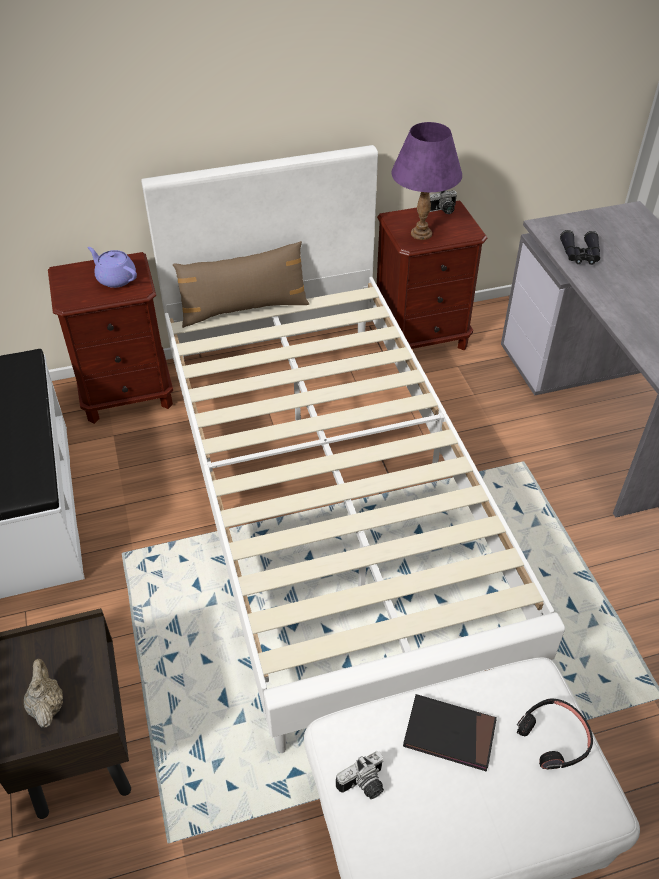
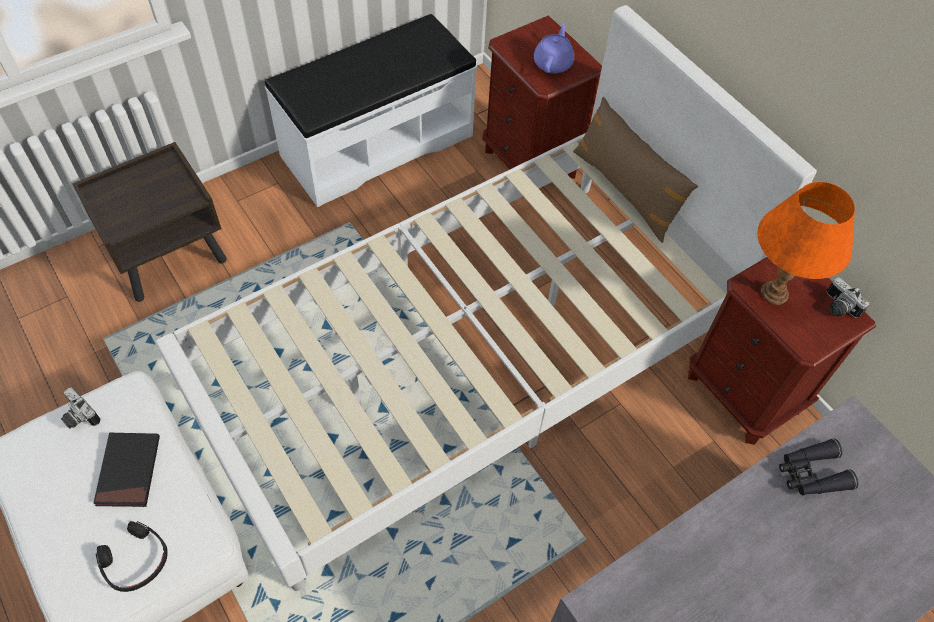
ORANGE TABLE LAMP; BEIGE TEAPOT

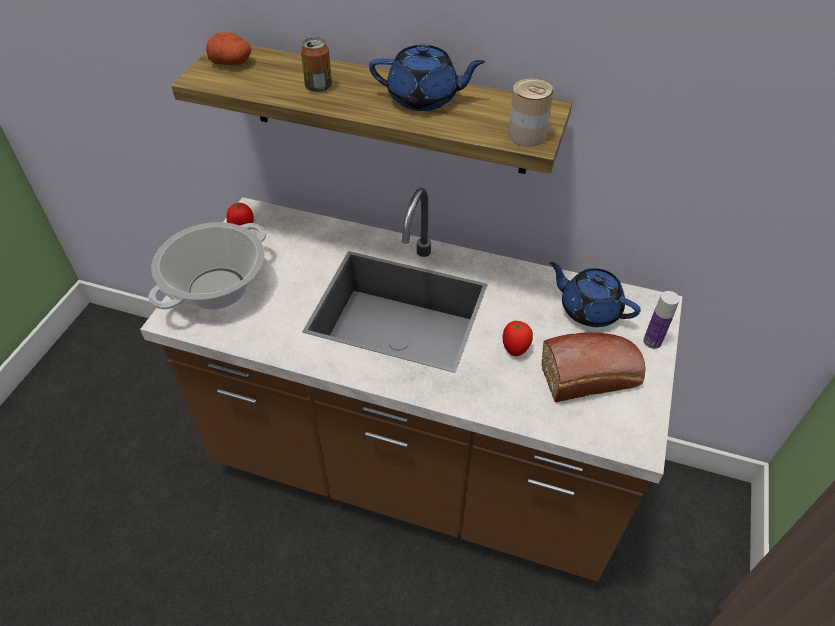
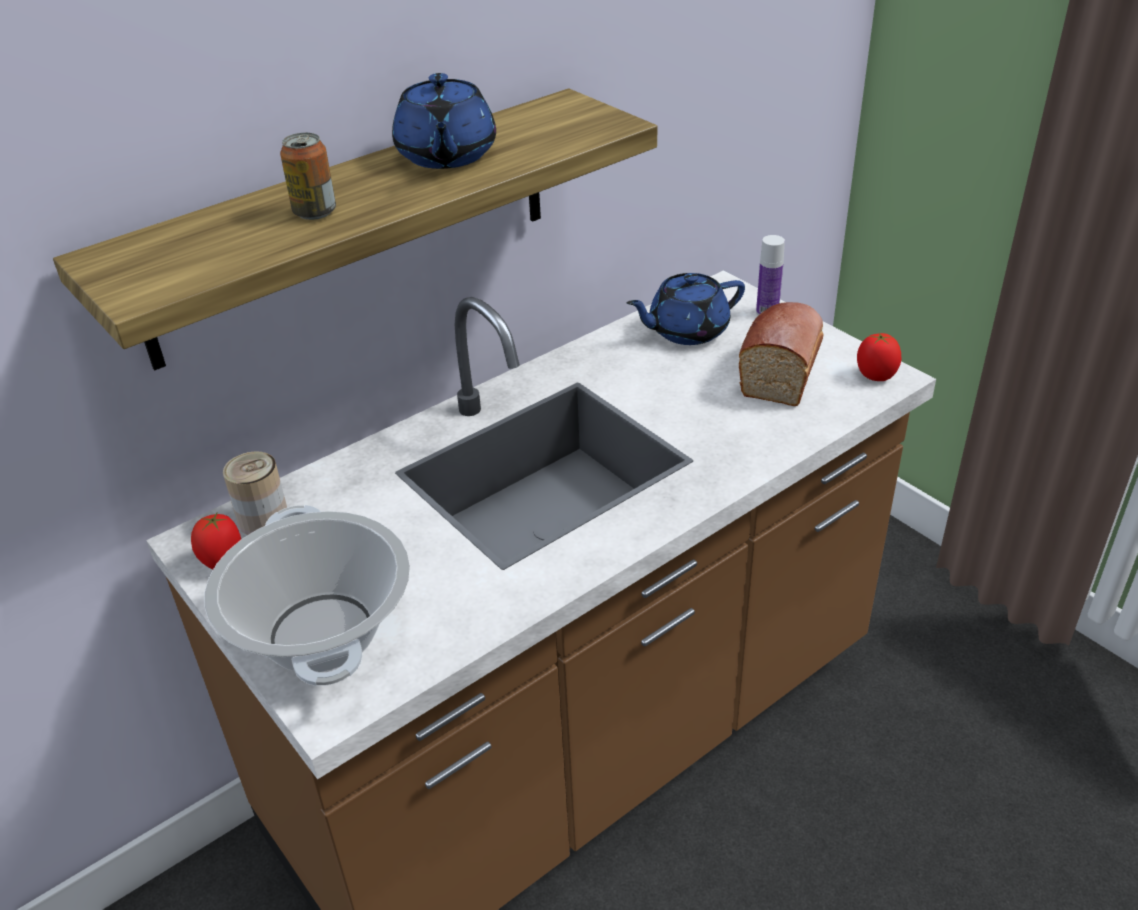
POTATO; BLUE TEAPOT (no. 1 from left); CAN (no. 1 from left); TOMATO (no. 2 from left)

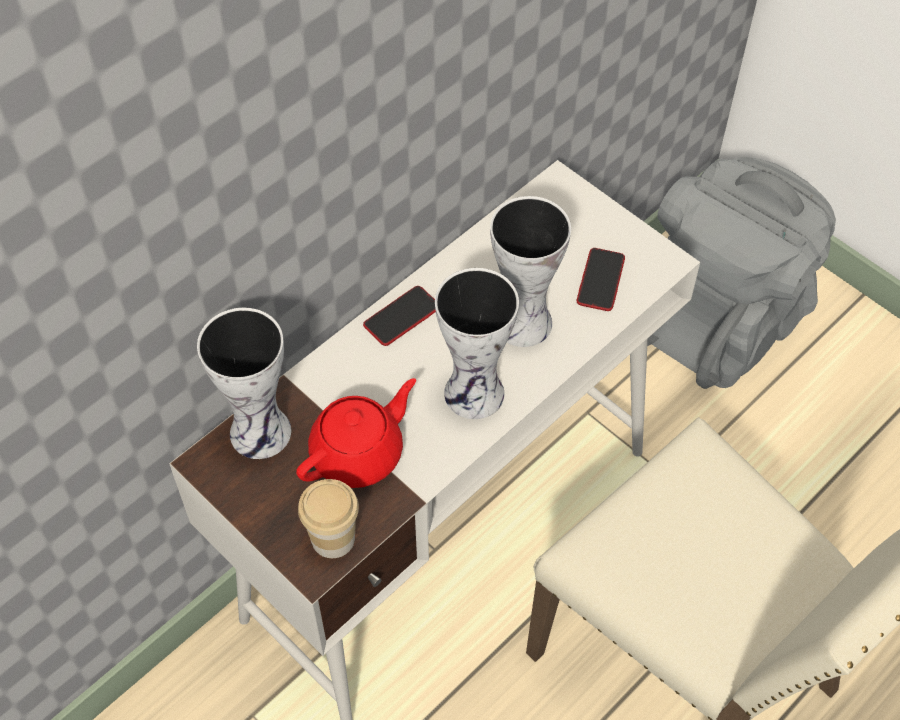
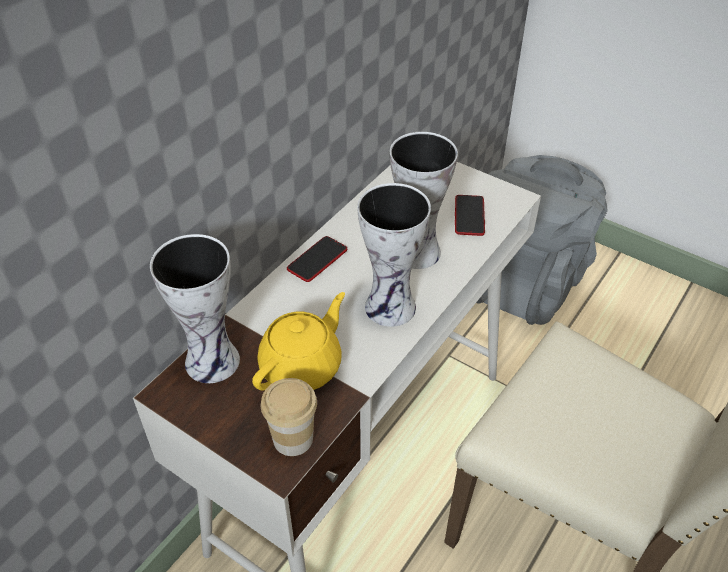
YELLOW TEAPOT

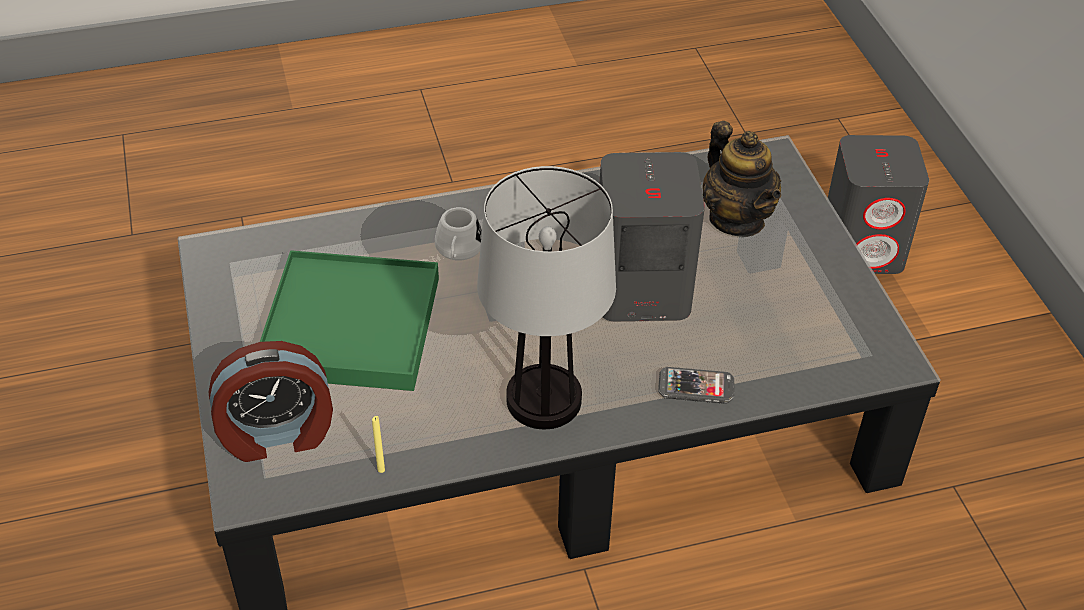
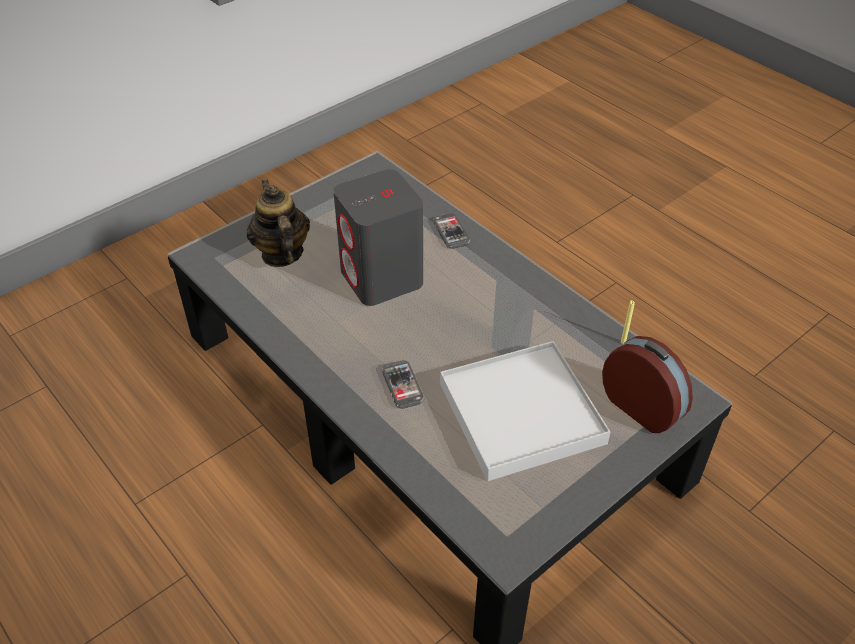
TEAPOT; GREY SPEAKER (no. 2 from left in the first image); TABLE LAMP; PHONE (no. 1 from left); WHITE TRAY

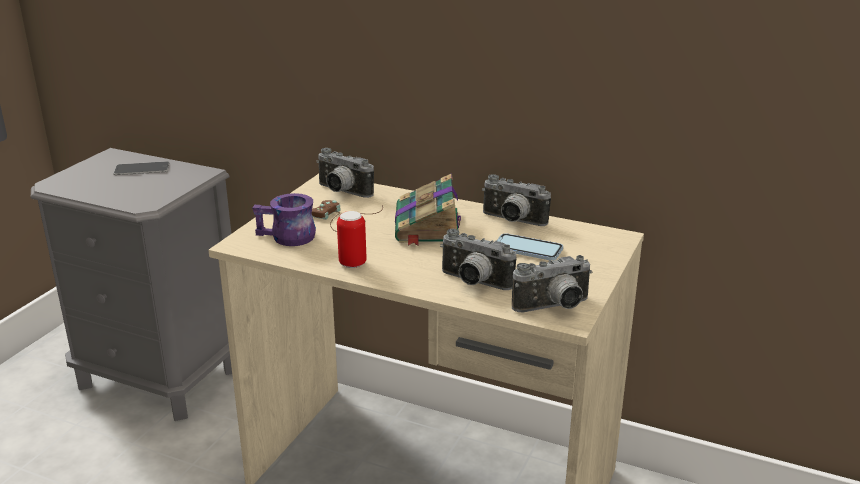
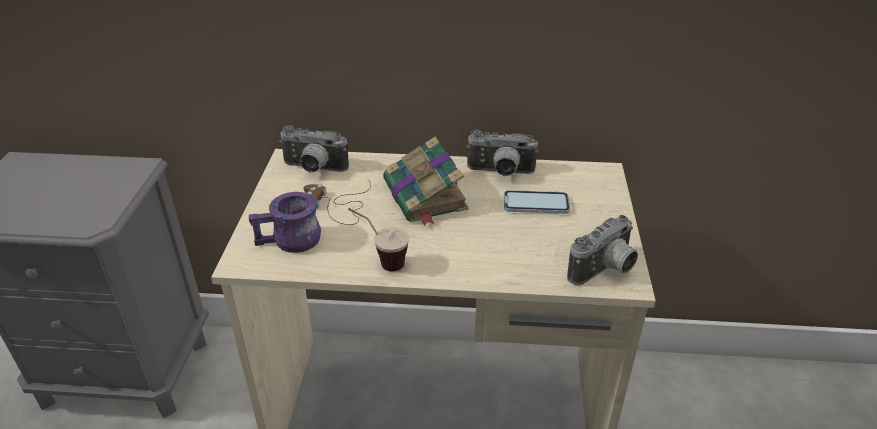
PHONE (no. 1 from left in the first image); CUP; PHOTO CAMERA (no. 2 from left in the first image)

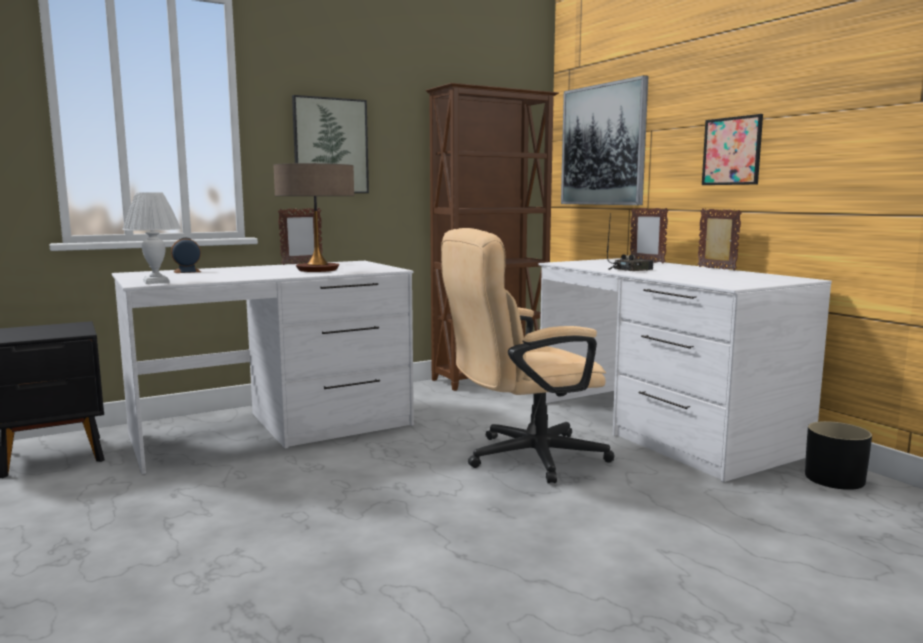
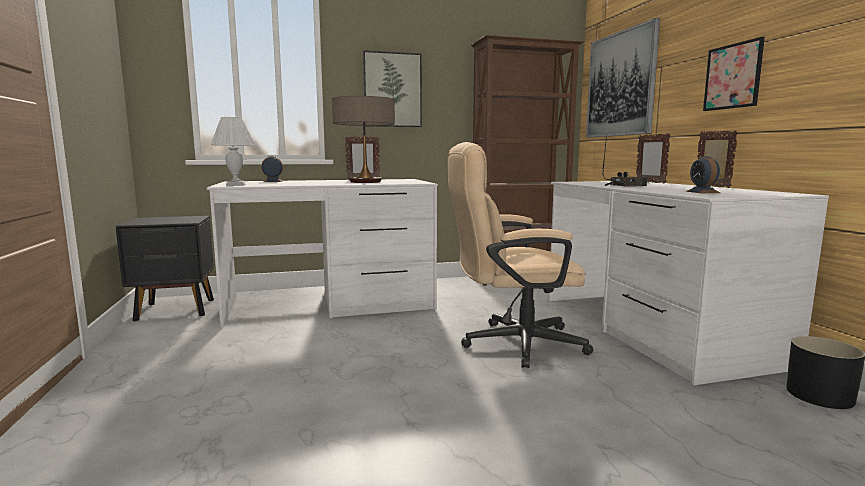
ALARM CLOCK (no. 2 from left)

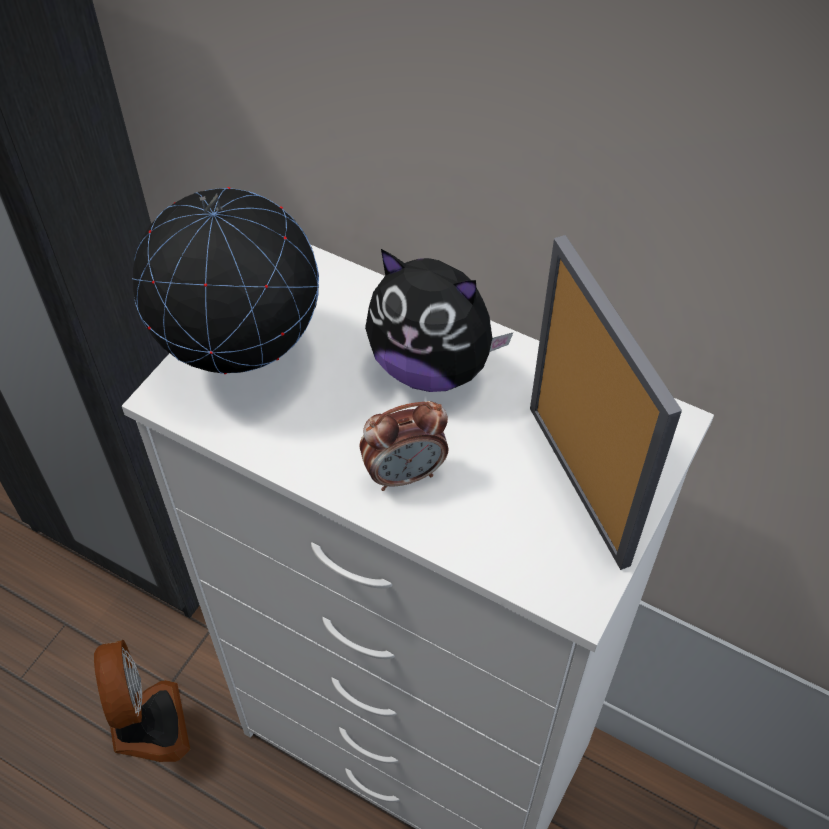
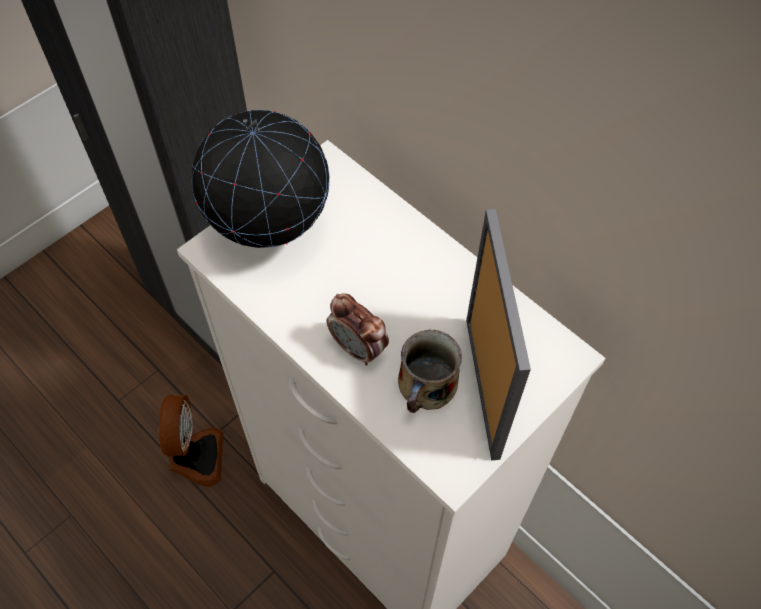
PLUSH TOY; ALARM CLOCK; MUG

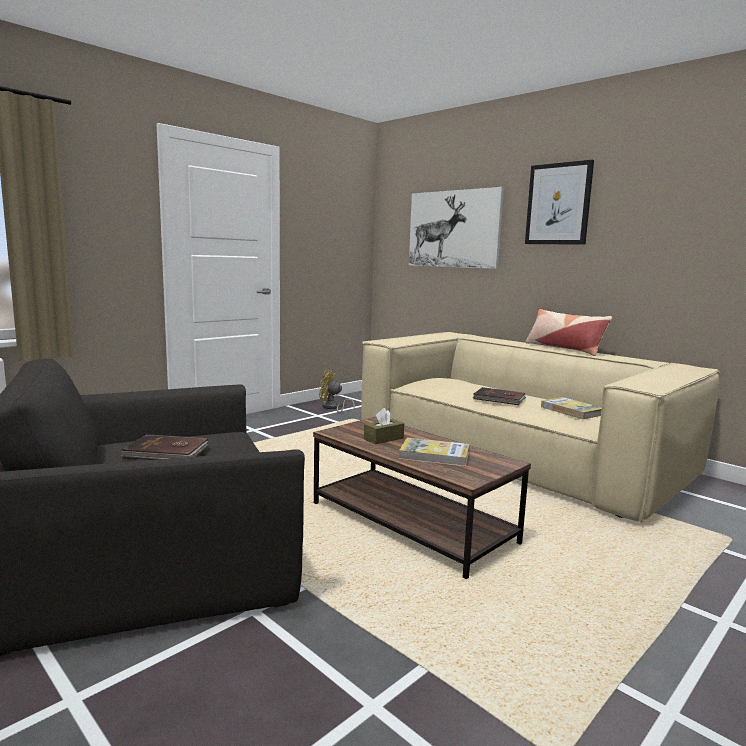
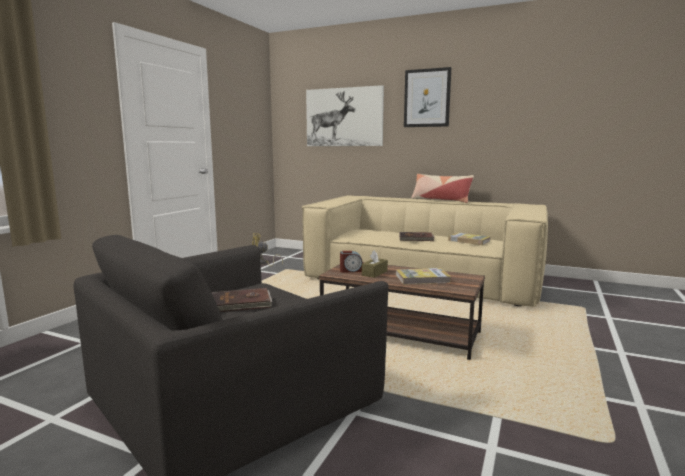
ALARM CLOCK

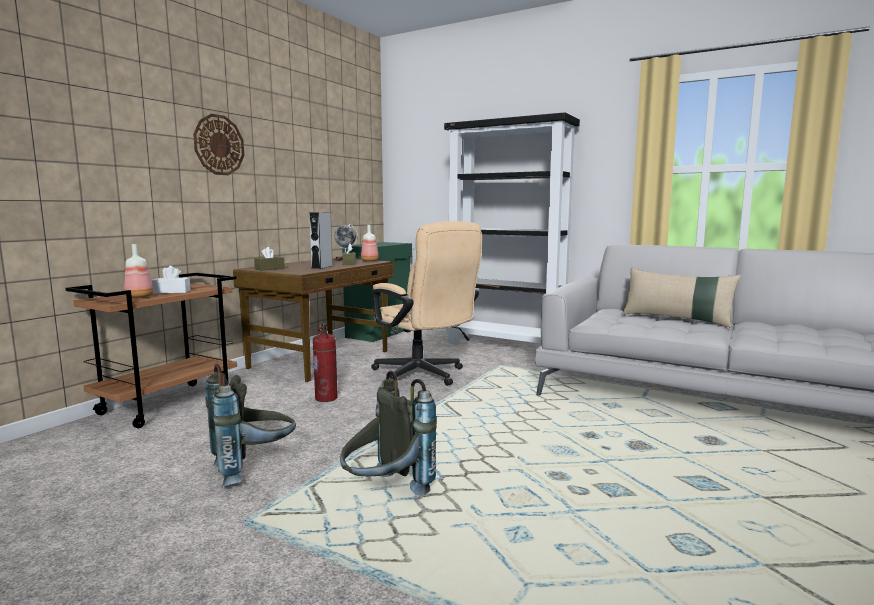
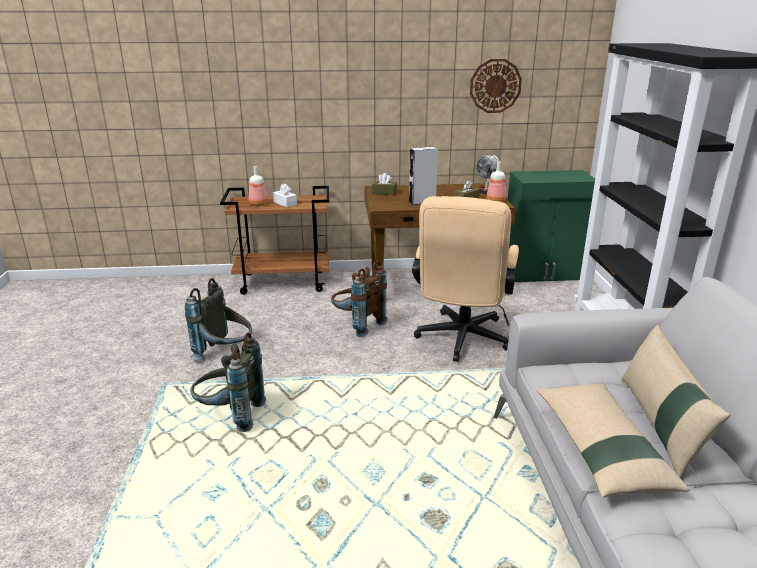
WALL CLOCK; BROWN BACKPACK; BEIGE PILLOW (no. 1 from left)

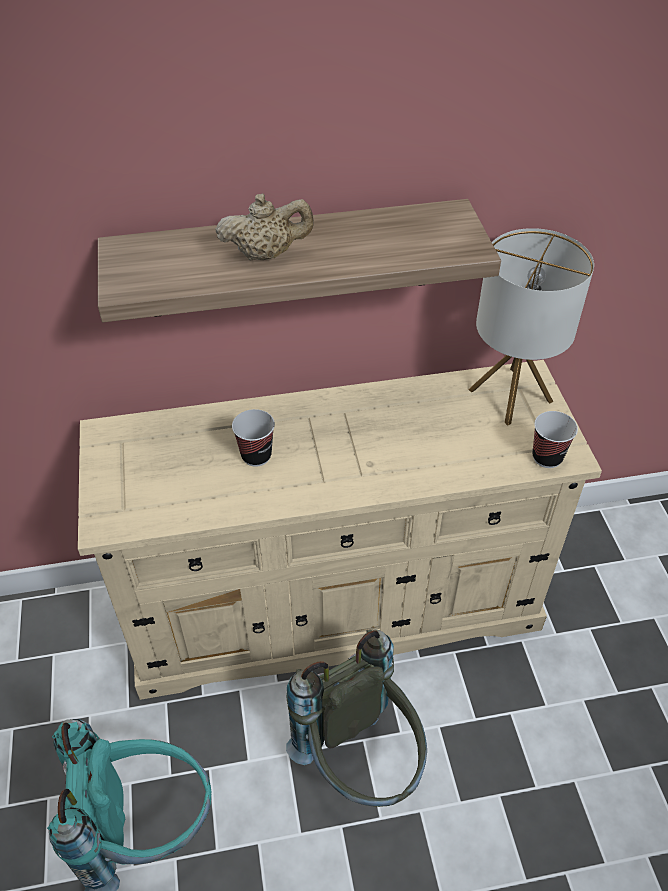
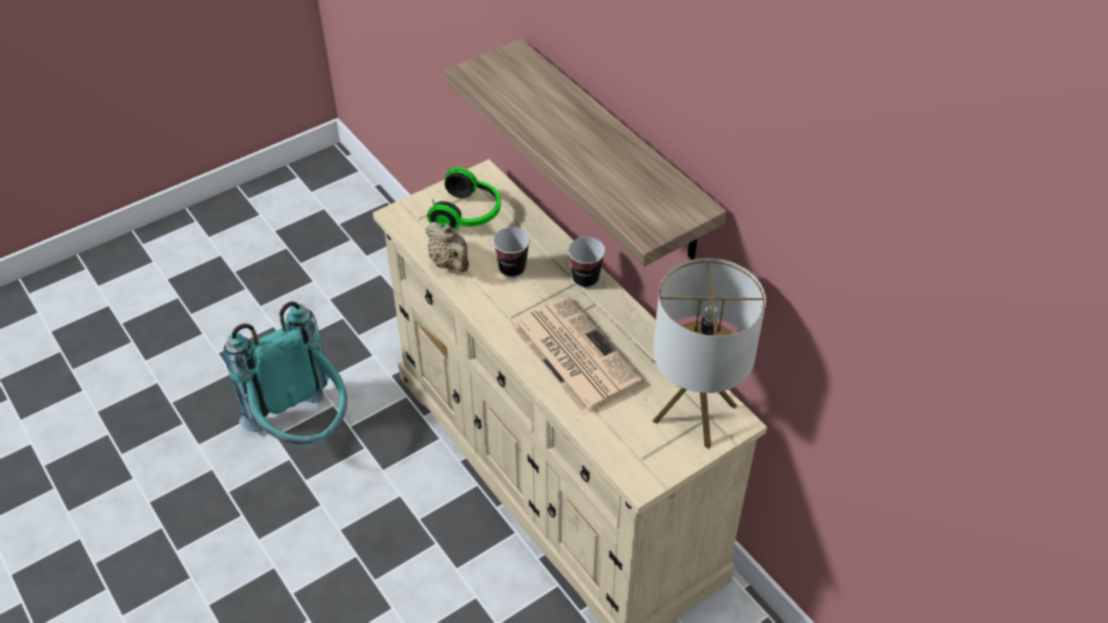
BEIGE TEAPOT; CUP (no. 2 from left); GREY BACKPACK; HEADPHONES; NEWSPAPER

